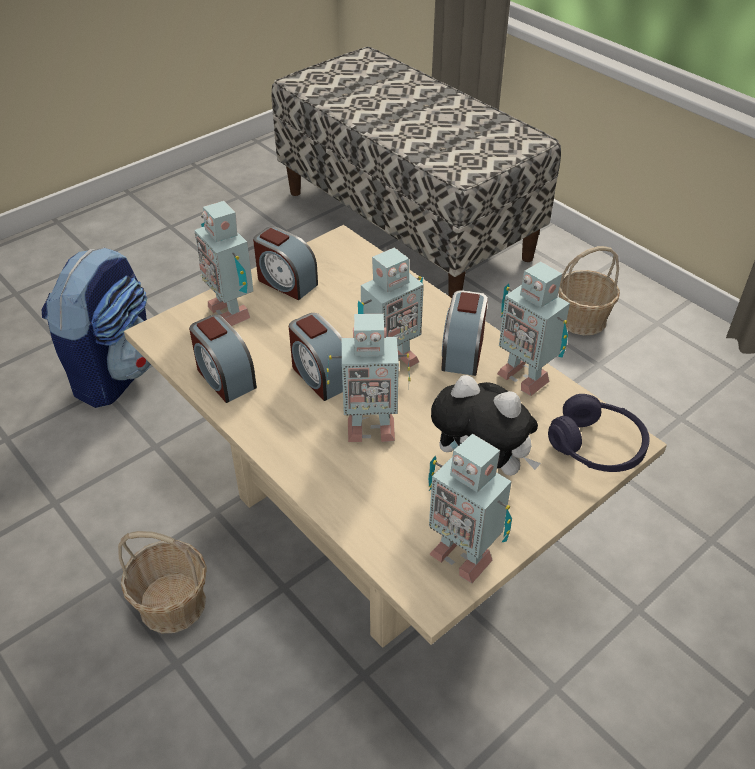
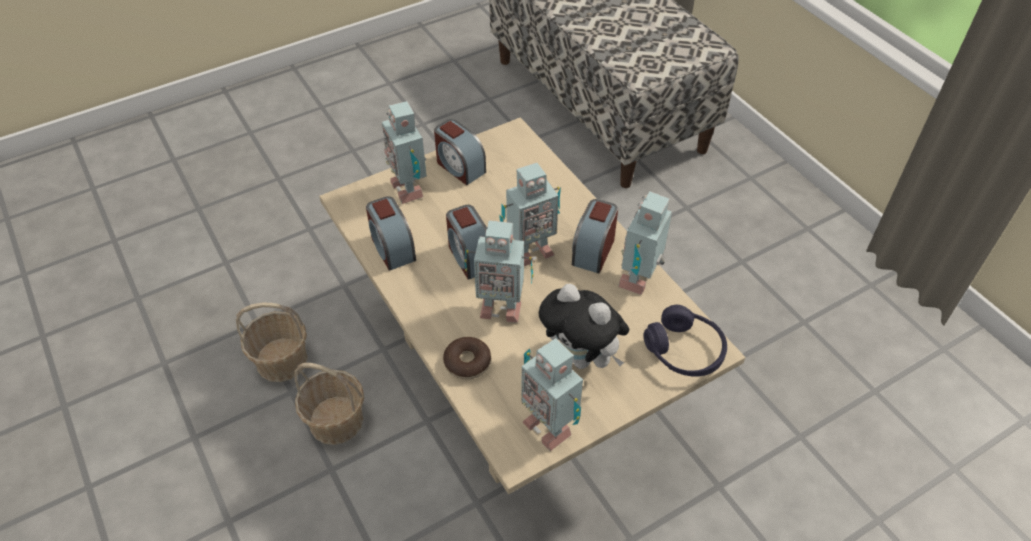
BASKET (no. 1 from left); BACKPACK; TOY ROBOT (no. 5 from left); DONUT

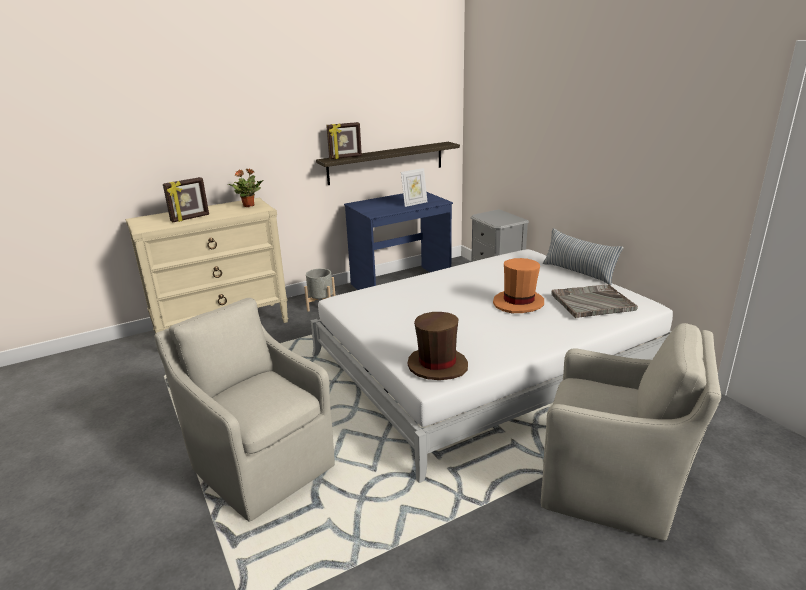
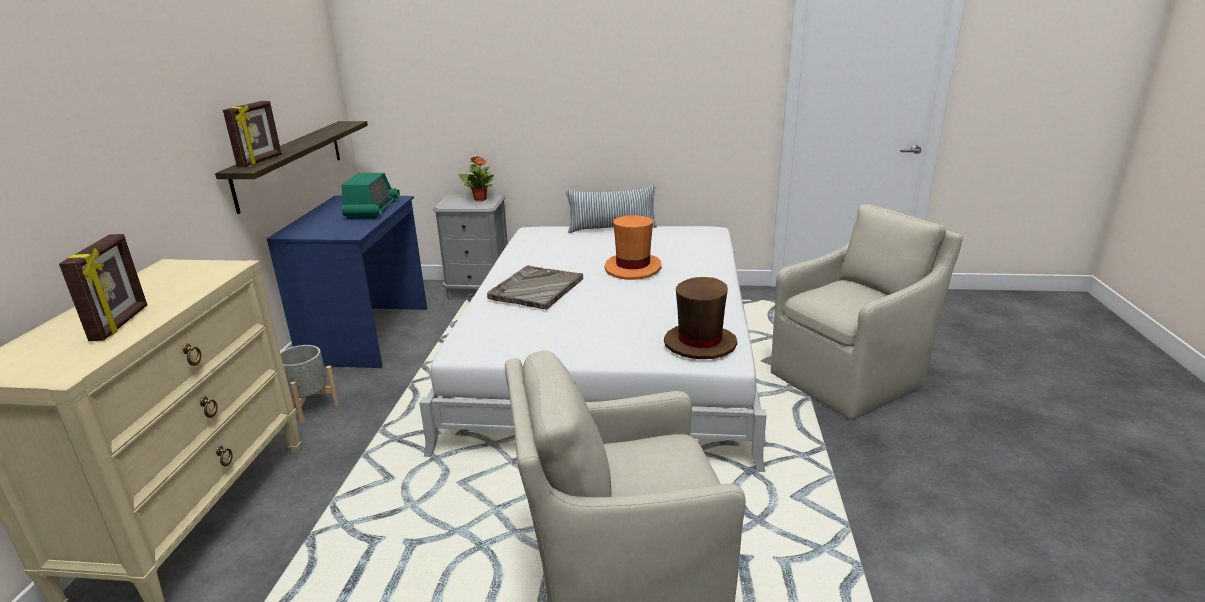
RADIO; POTTED PLANT; GREY TRAY

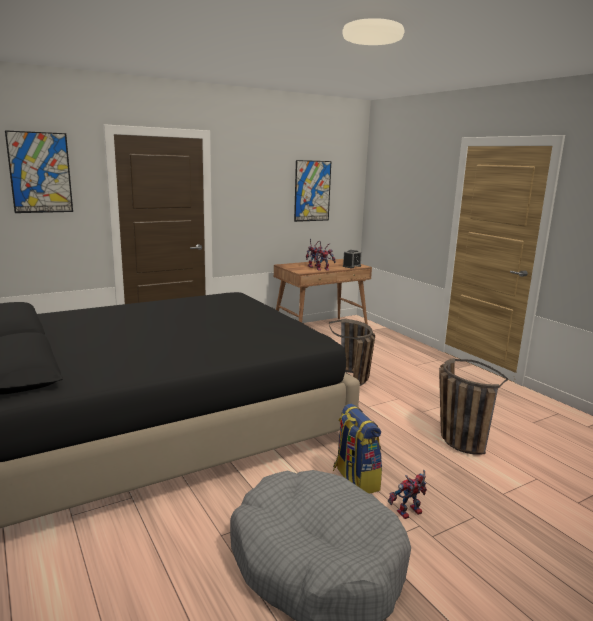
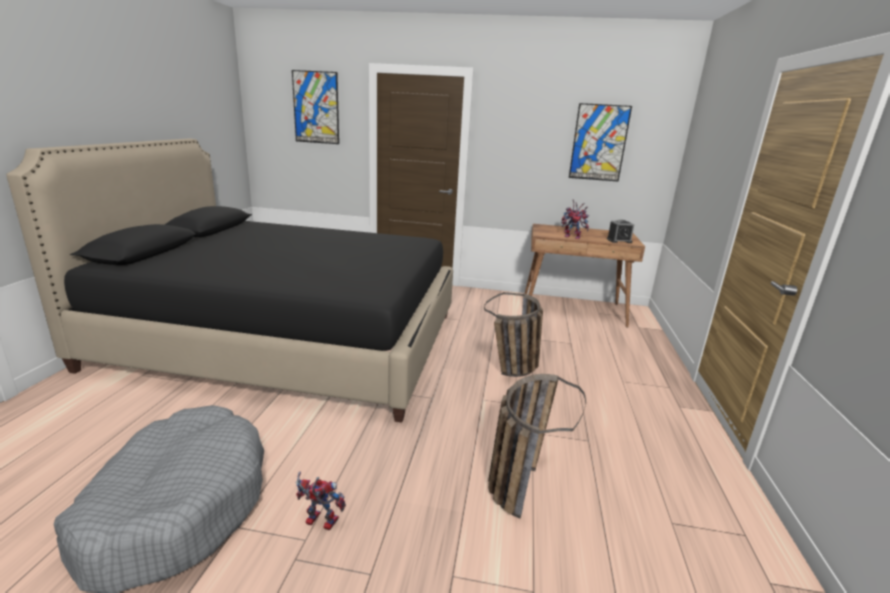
BACKPACK

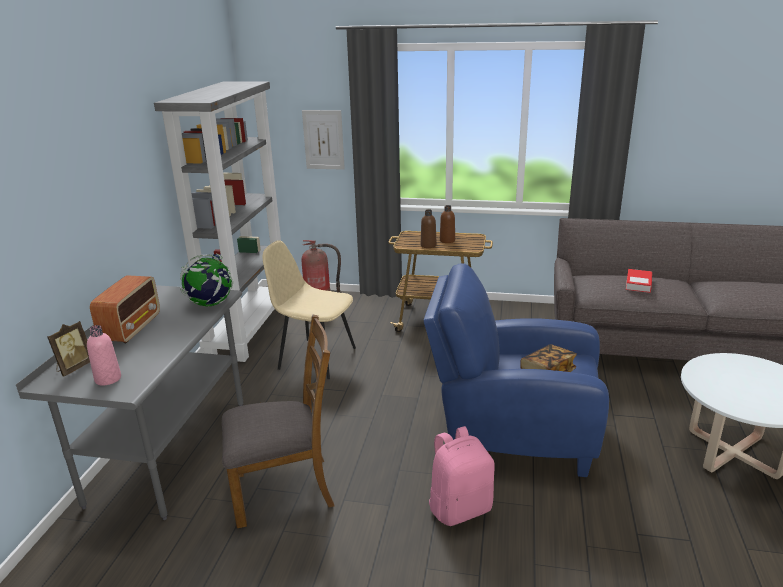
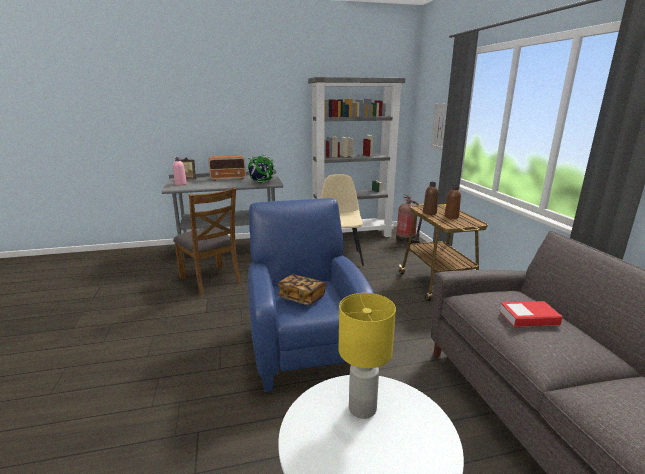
PINK BACKPACK; YELLOW TABLE LAMP

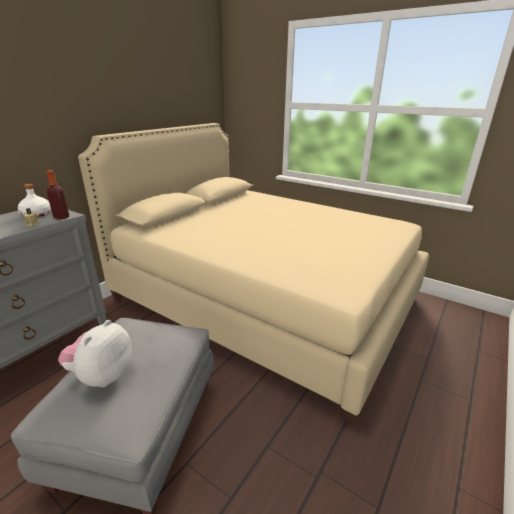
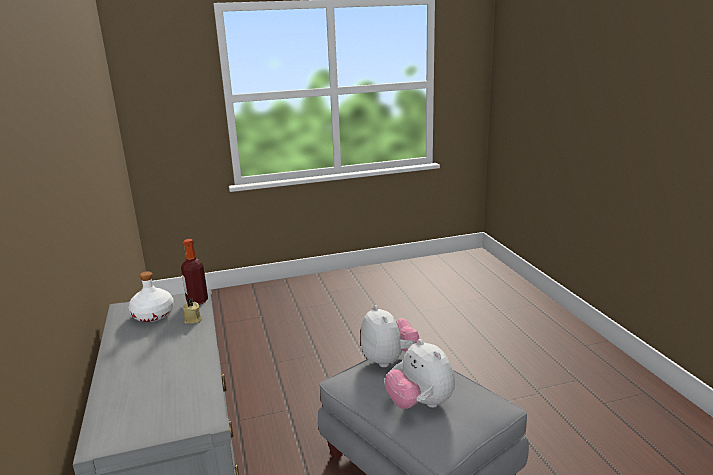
BEIGE BED; PLUSH TOY (no. 1 from left)

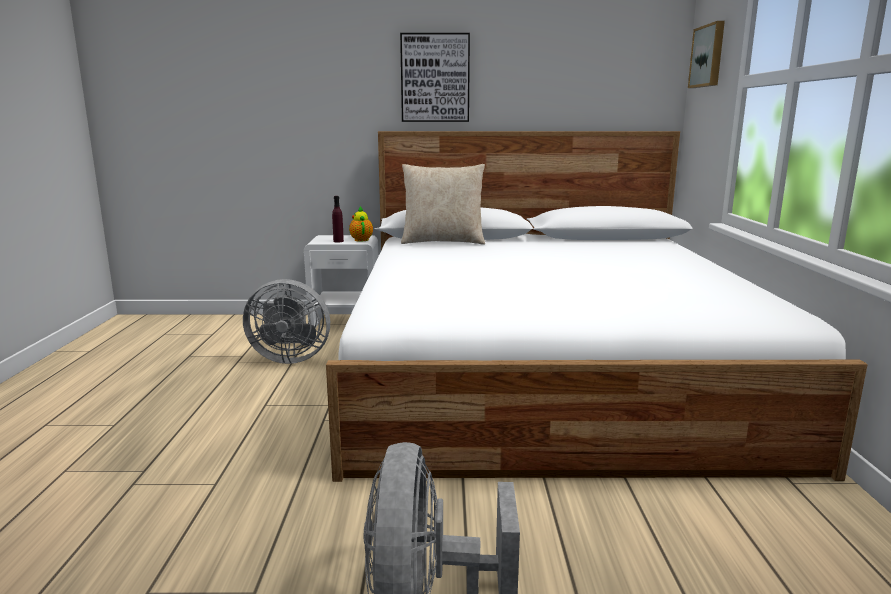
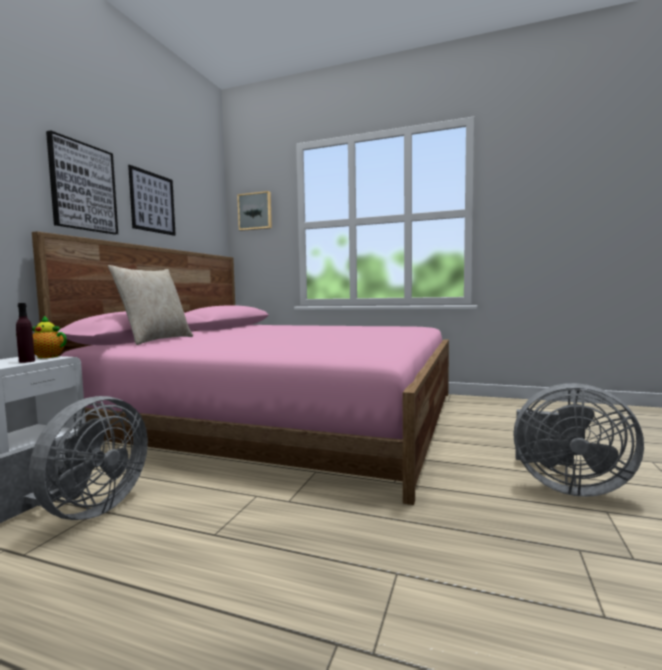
PINK BED; PICTURE (no. 2 from left)

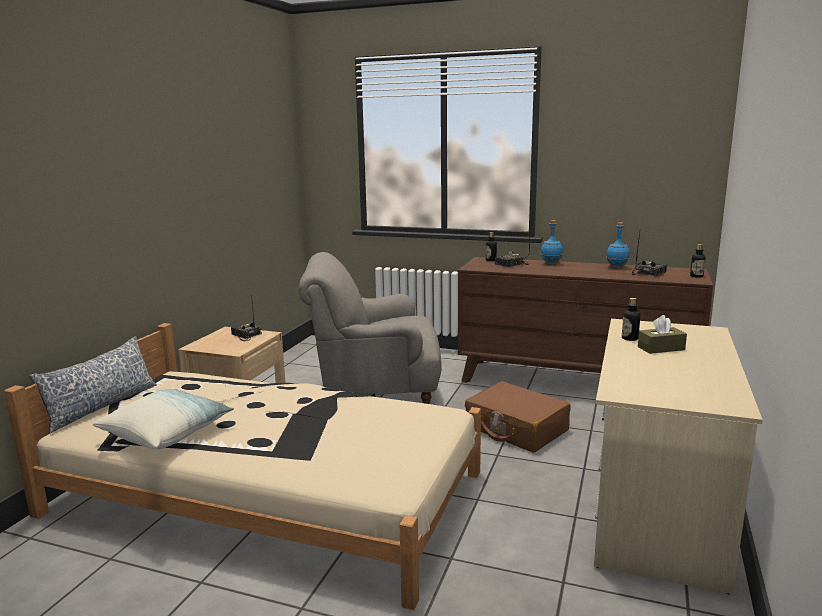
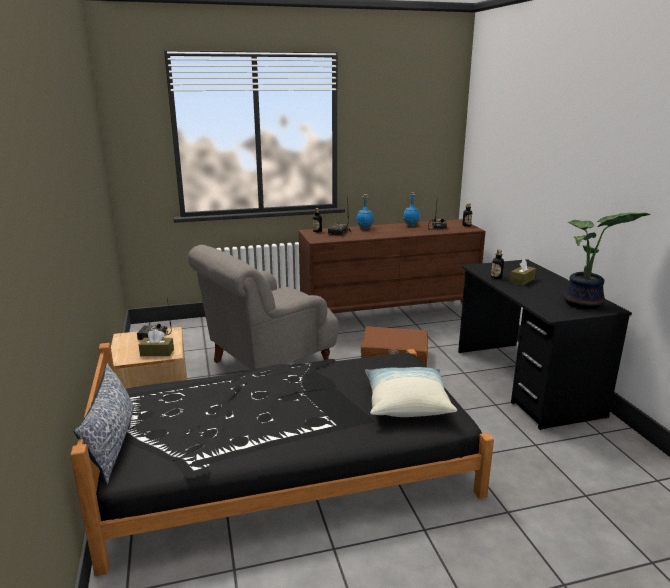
BLACK DESK; BLACK BED; PILLOW (no. 2 from left); POTTED PLANT; BROWN TISSUE BOX (no. 1 from left)

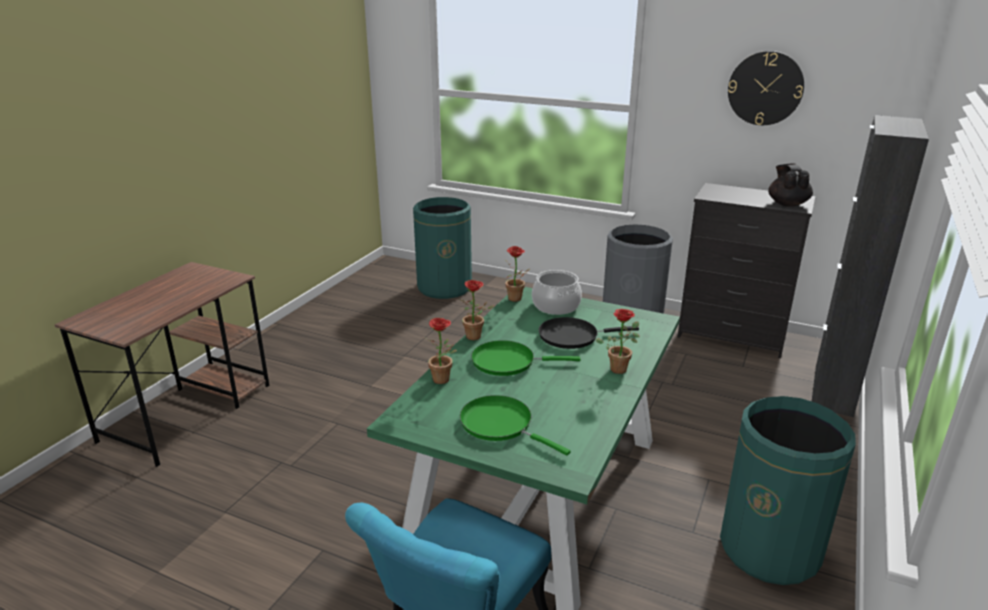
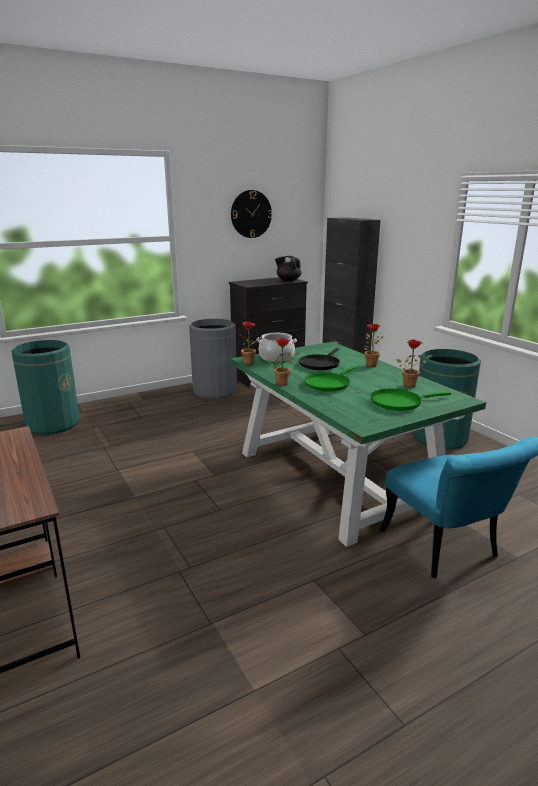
POTTED PLANT (no. 4 from left)

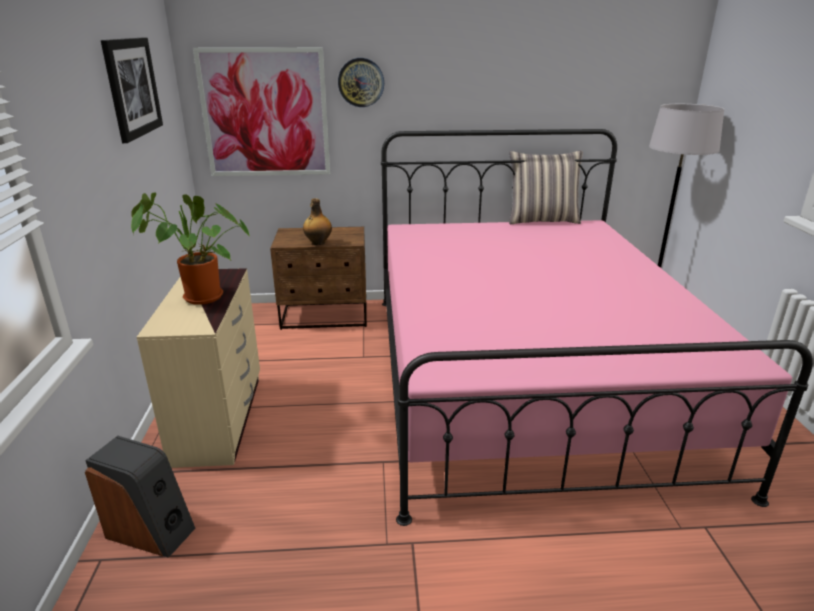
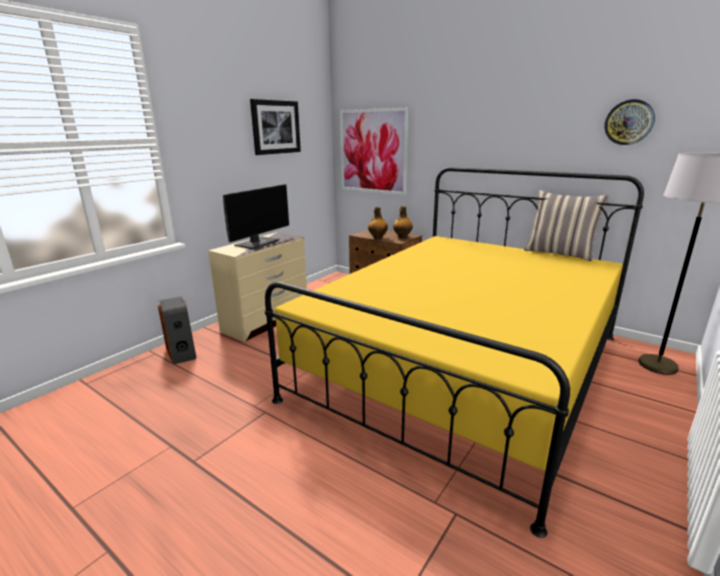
WALL CLOCK; YELLOW BED; MONITOR; BOTTLE (no. 2 from left)

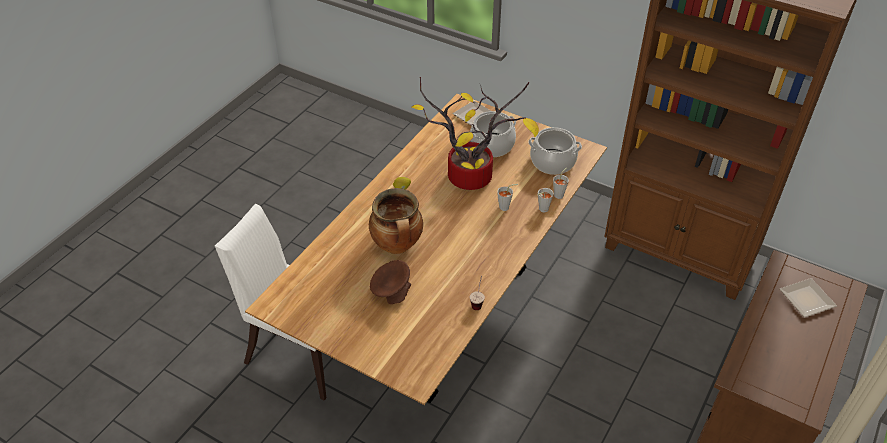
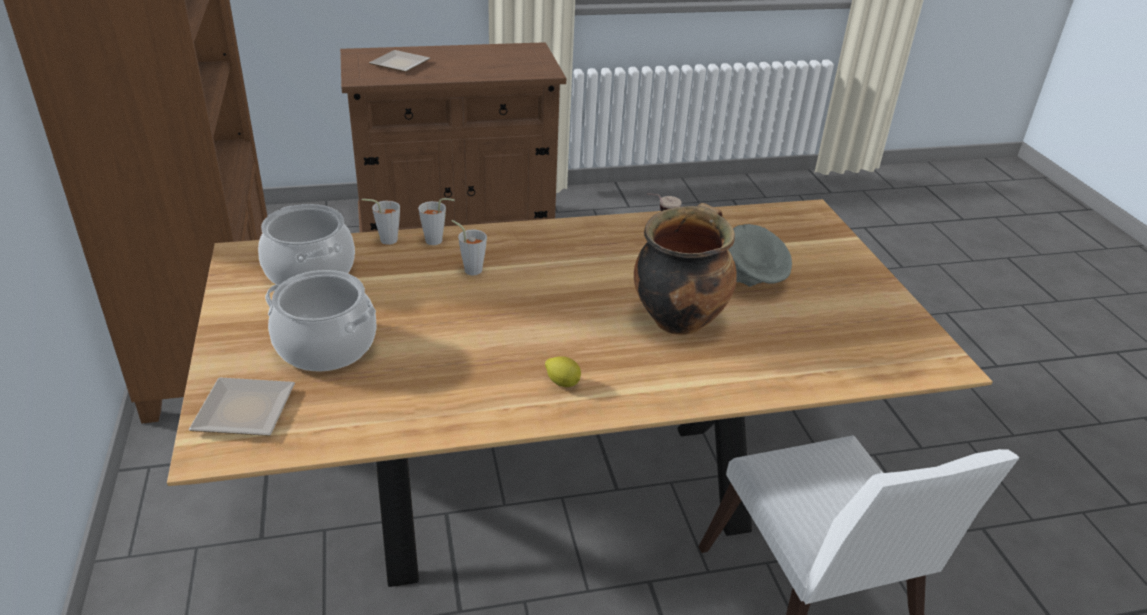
POTTED PLANT; GREY BOWL

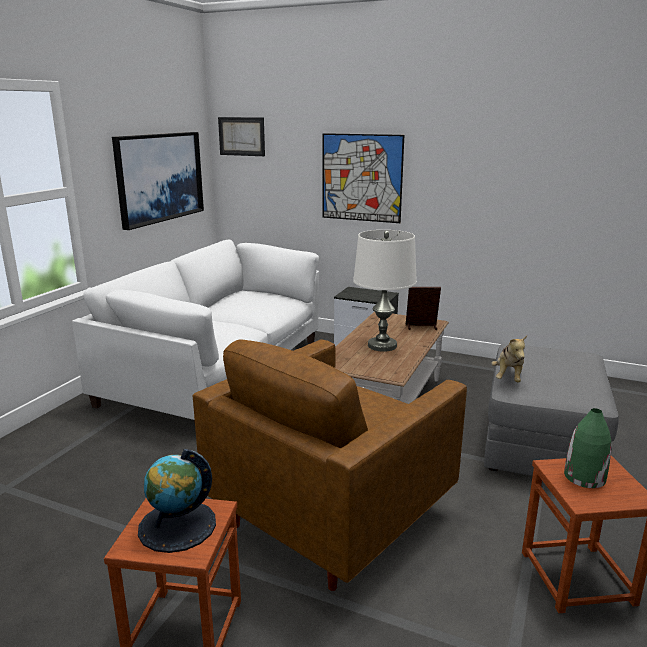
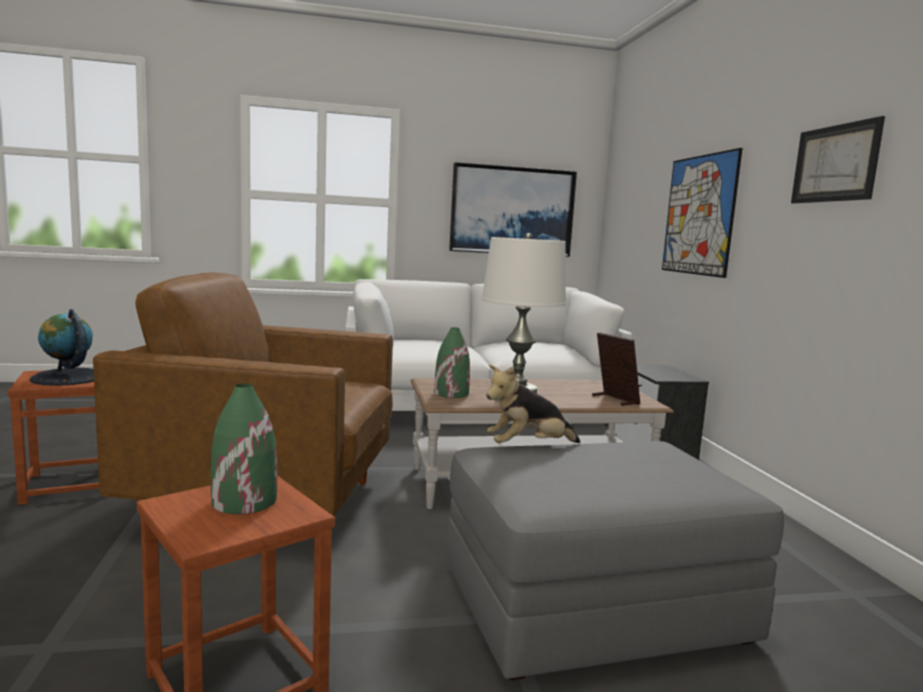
PICTURE (no. 3 from left); GREEN VASE (no. 2 from left)

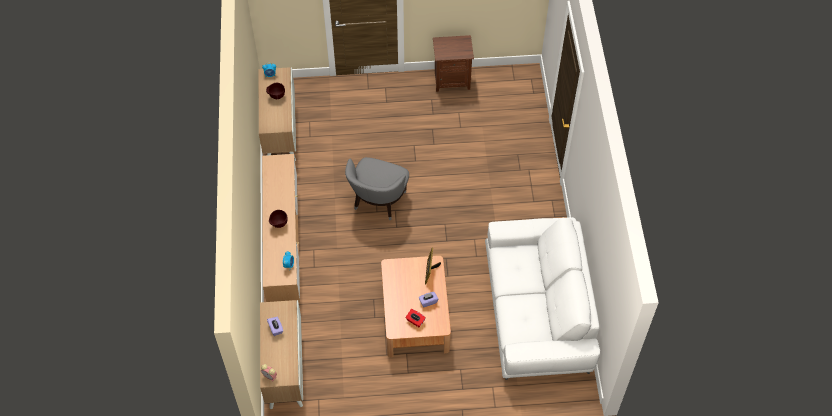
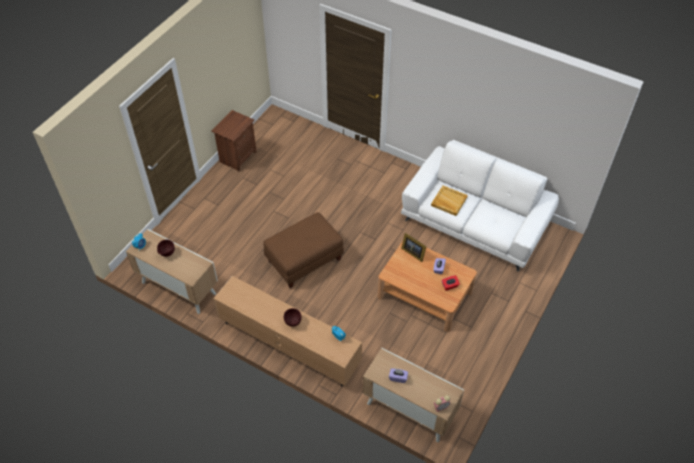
BROWN OTTOMAN; BEIGE TRAY

